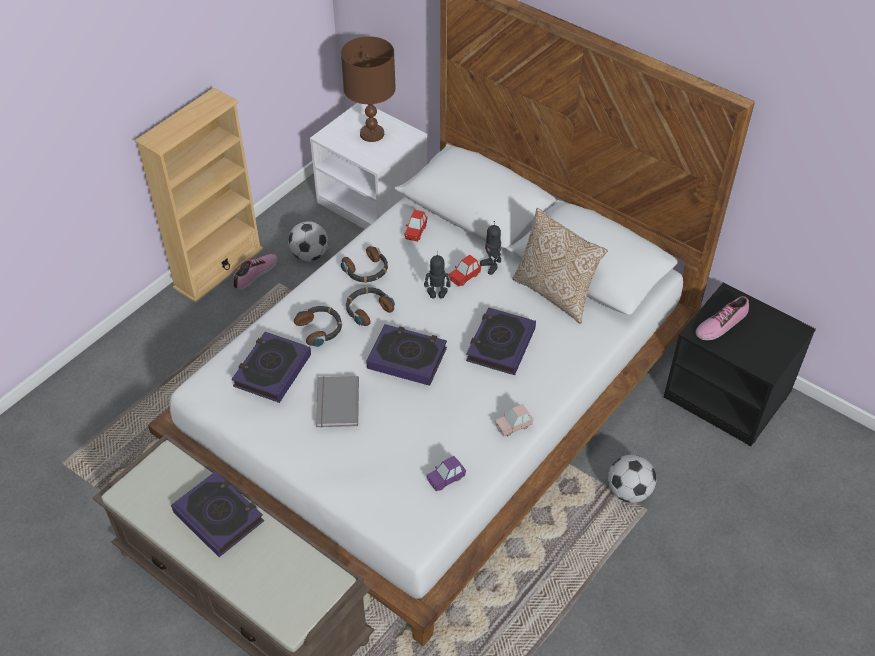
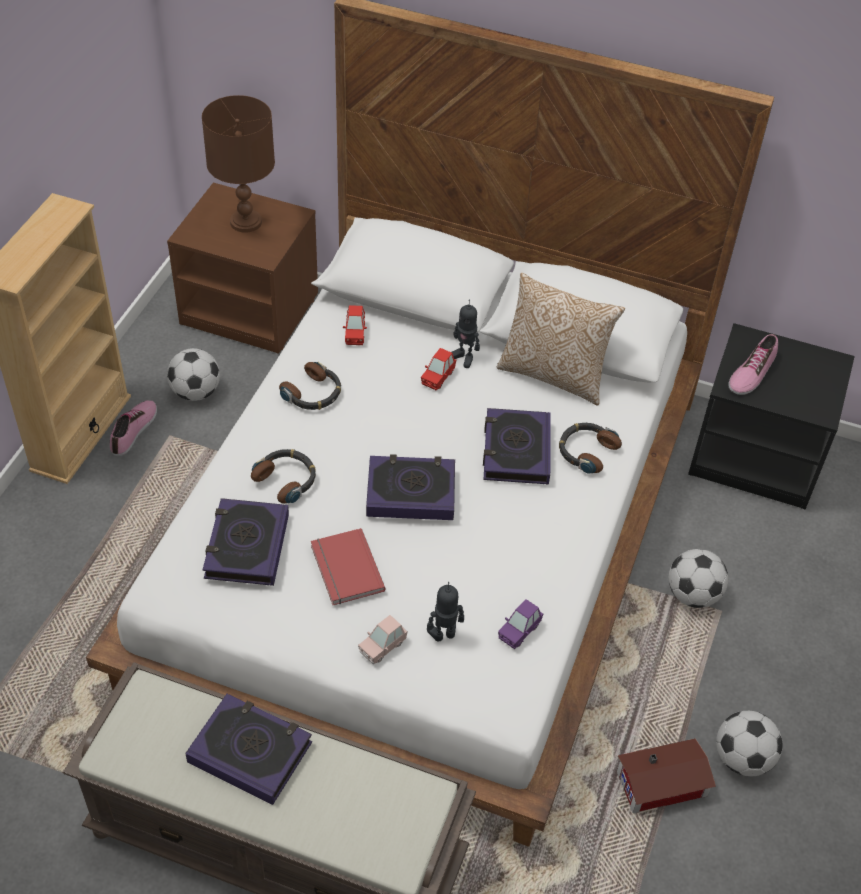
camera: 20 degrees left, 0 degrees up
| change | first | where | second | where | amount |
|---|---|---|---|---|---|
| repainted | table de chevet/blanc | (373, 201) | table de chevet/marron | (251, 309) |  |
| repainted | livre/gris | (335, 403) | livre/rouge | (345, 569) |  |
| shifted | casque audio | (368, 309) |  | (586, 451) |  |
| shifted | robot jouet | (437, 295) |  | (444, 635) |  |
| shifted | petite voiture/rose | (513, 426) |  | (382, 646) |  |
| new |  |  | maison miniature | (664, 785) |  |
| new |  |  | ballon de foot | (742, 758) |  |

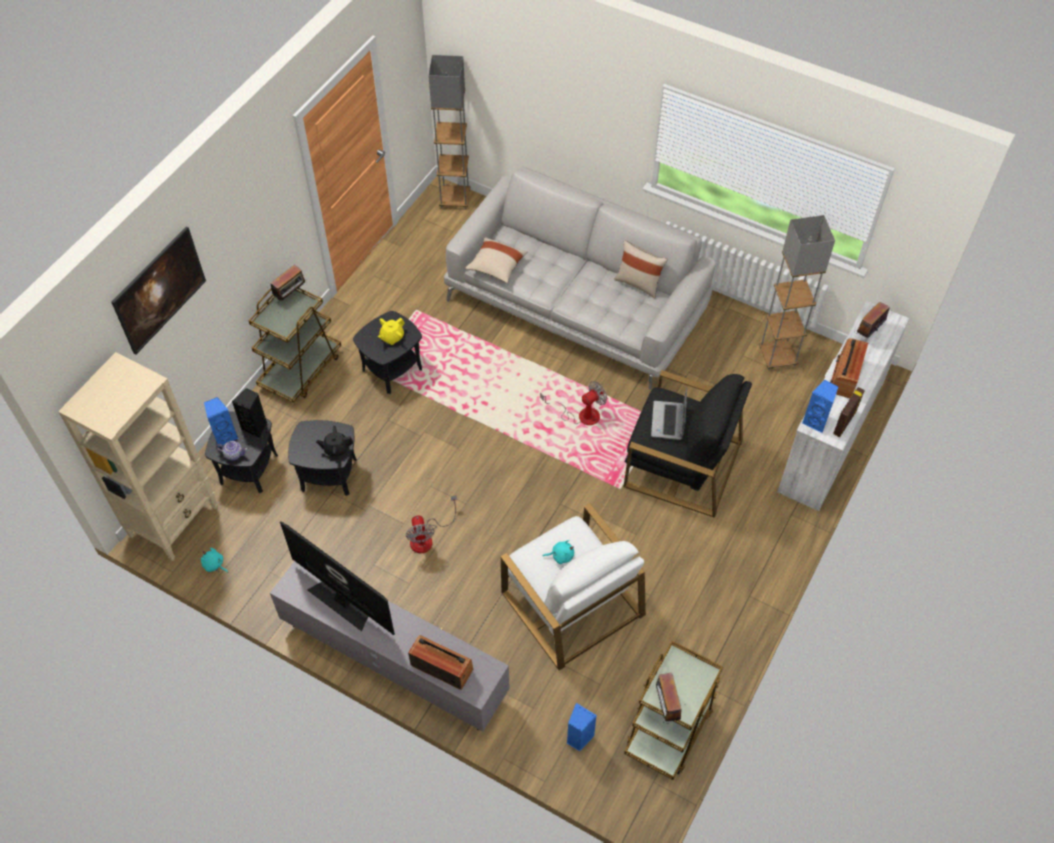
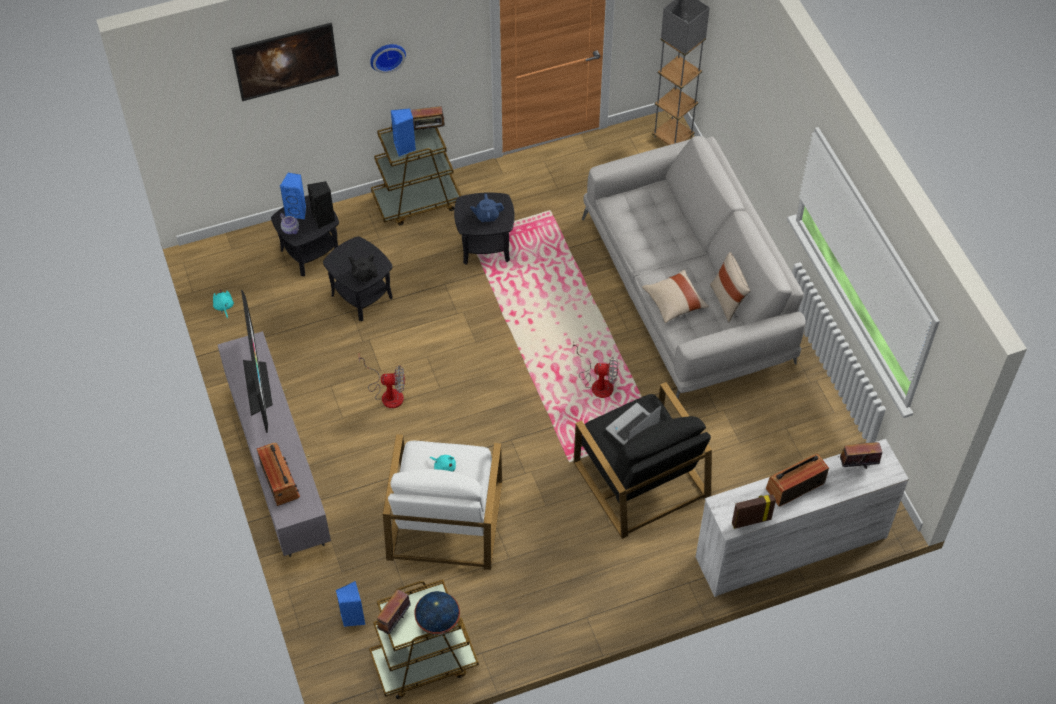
camera: 40 degrees right, 0 degrees up
| change | first | where | second | where | amount |
|---|---|---|---|---|---|
| gone | bibliothèque/beige | (174, 521) |  |  |  |
| repainted | théière/jaune | (392, 337) | théière/bleu | (487, 216) |  |
| rotated | ventilateur | (427, 537) |  | (387, 393) | 120 degrees counterclockwise |
| shifted | coussin/beige | (496, 266) |  | (674, 302) |  |
| gone | lampadaire/gris | (777, 357) |  |  |  |
| shifted | enceinte/bleu | (816, 421) |  | (405, 147) |  |
| new |  |  | horloge murale | (387, 56) |  |
| new |  |  | globe | (438, 623) |  |

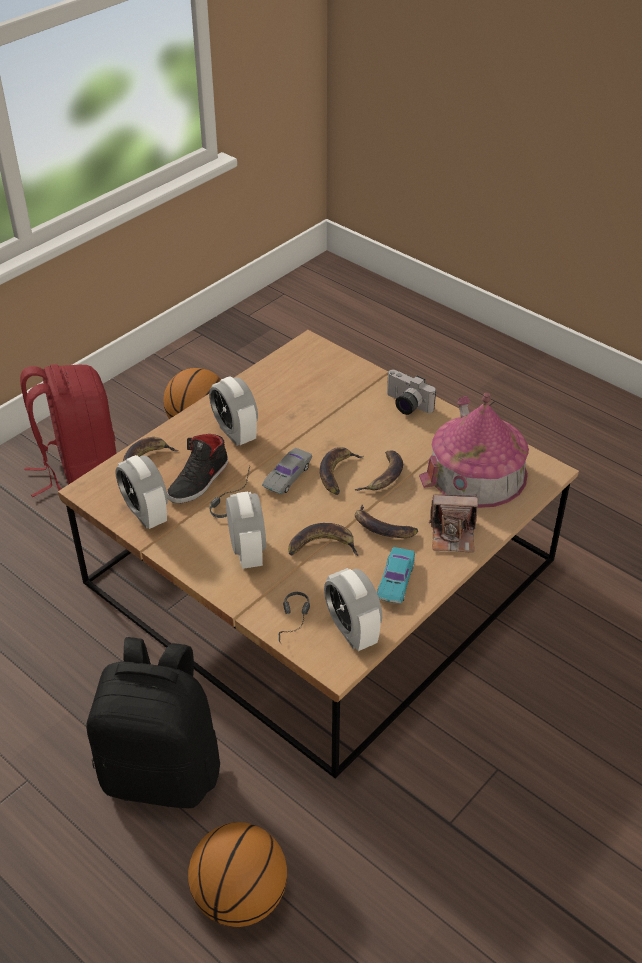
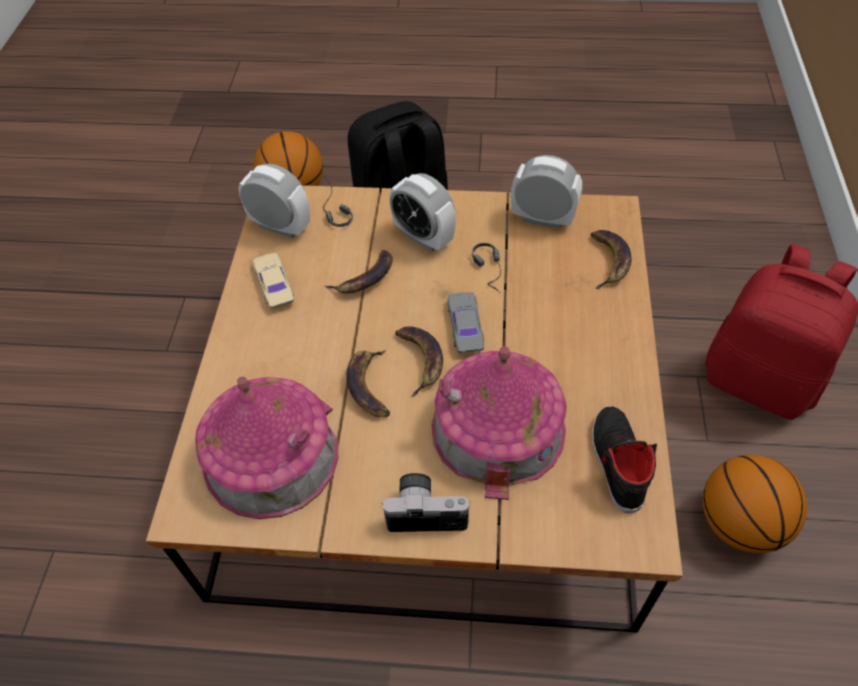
camera: 145 degrees right, 10 degrees up
| change | first | where | second | where | amount |
|---|---|---|---|---|---|
| shifted | chaussure/noir | (199, 481) |  | (616, 461) |  |
| gone | réveil | (235, 433) |  |  |  |
| gone | banane | (382, 528) |  |  |  |
| repainted | petite voiture/turquoise | (396, 580) | petite voiture/beige | (274, 285) |  |
| gone | appareil photo | (453, 535) |  |  |  |
| new |  |  | maison miniature | (498, 428) |  |

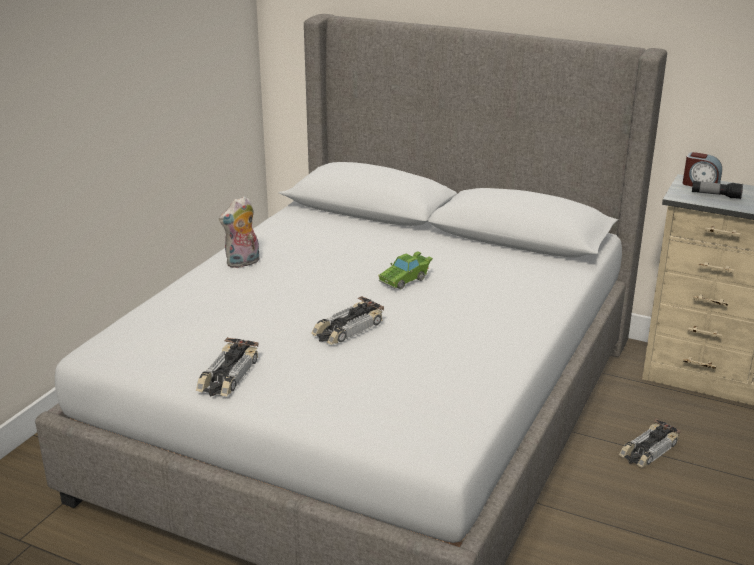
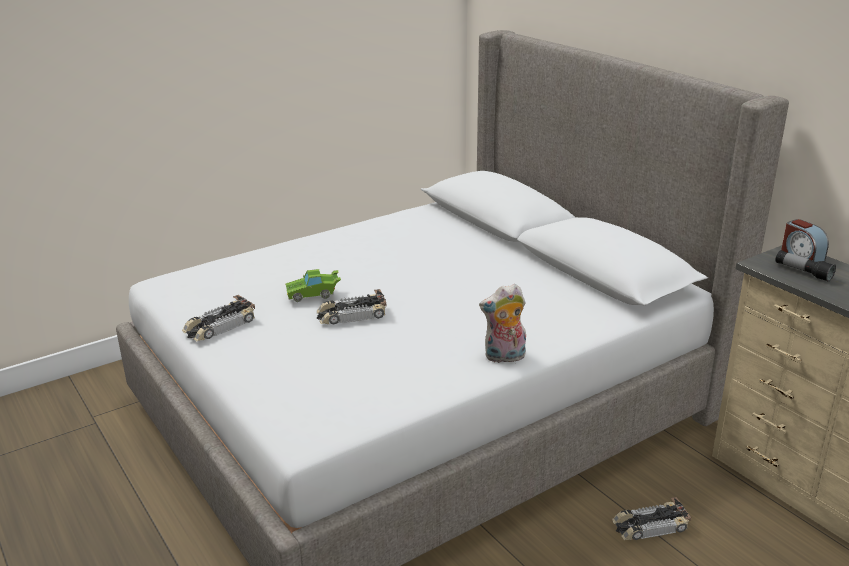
camera: 30 degrees right, 0 degrees up
| change | first | where | second | where | amount |
|---|---|---|---|---|---|
| shifted | peluche | (243, 263) |  | (504, 357) |  |
| shifted | petite voiture/vert | (405, 279) |  | (313, 294) |  |

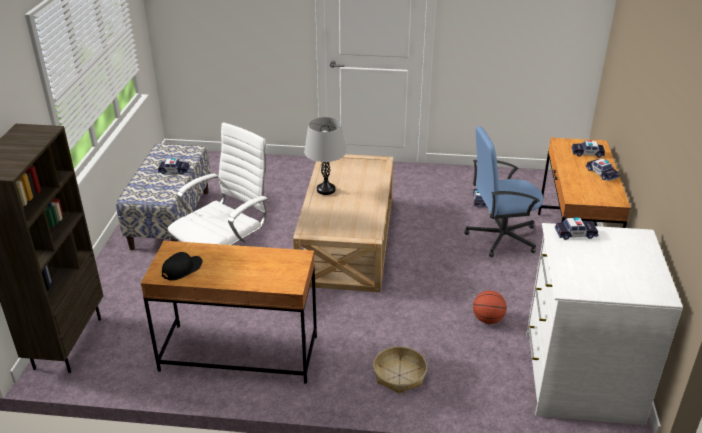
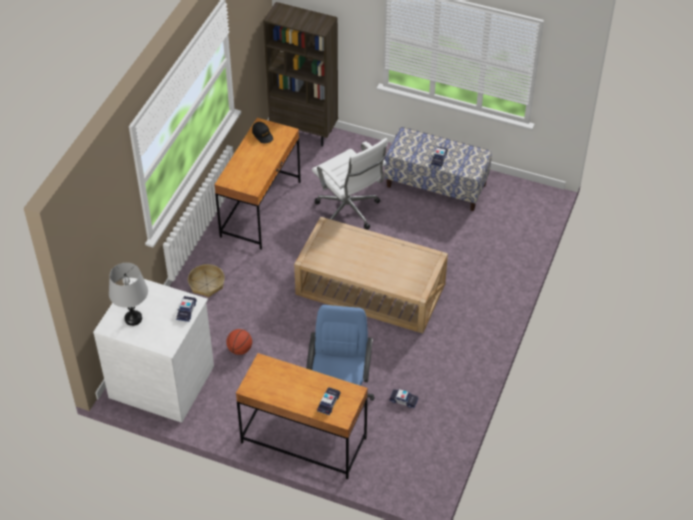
camera: 105 degrees right, 15 degrees up
| change | first | where | second | where | amount |
|---|---|---|---|---|---|
| shifted | lampe de table/gris | (326, 190) |  | (133, 318) |  |
| gone | petite voiture | (601, 173) |  |  |  |

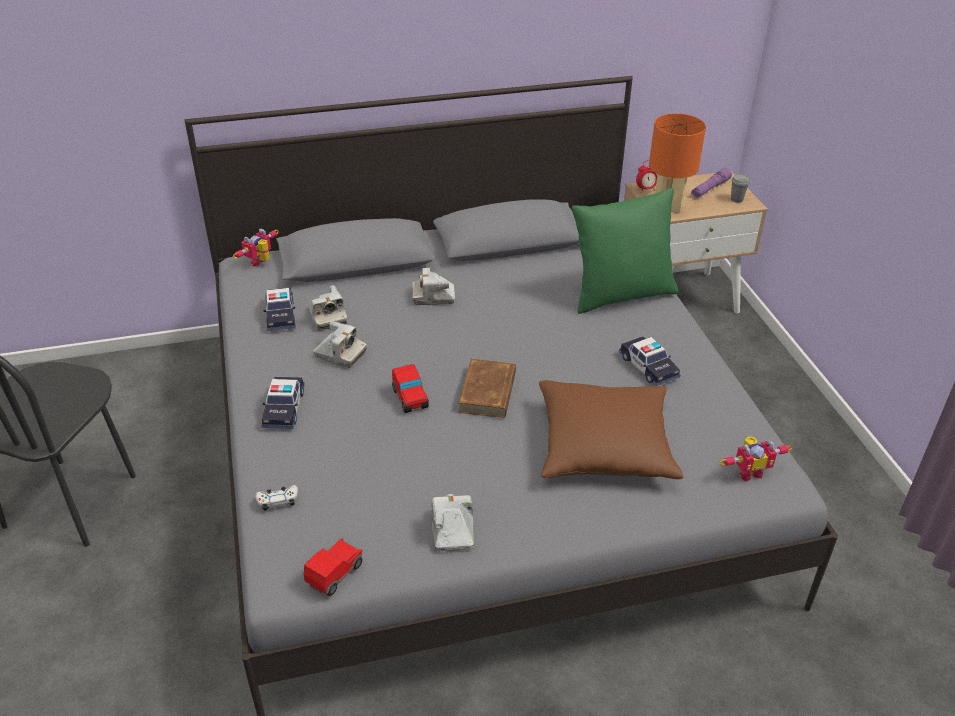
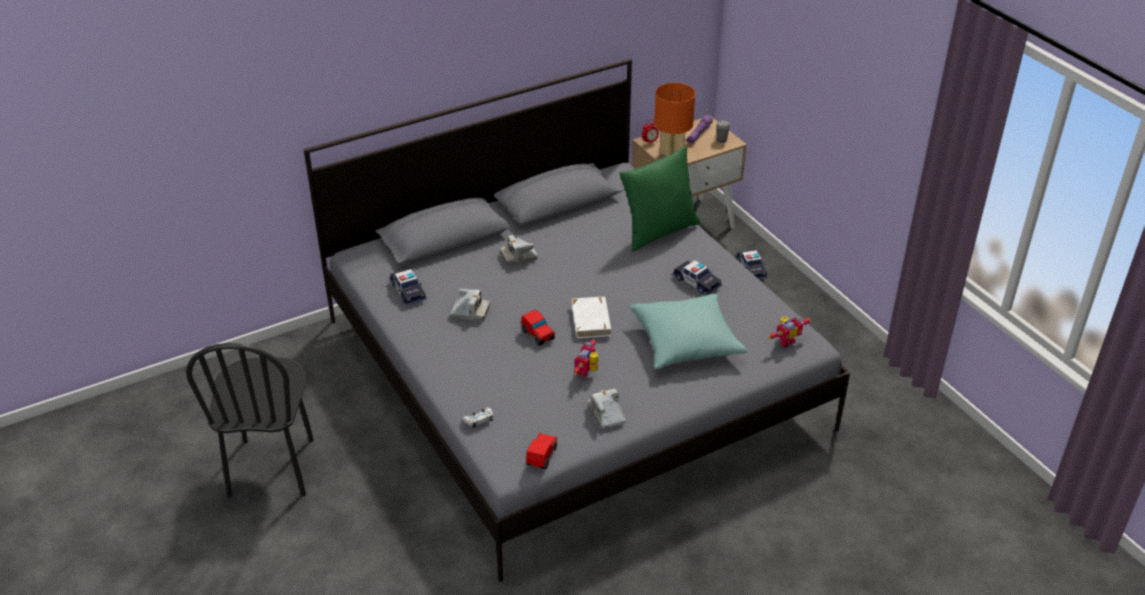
camera: 15 degrees left, 0 degrees up
| change | first | where | second | where | amount |
|---|---|---|---|---|---|
| shifted | robot jouet | (261, 263) |  | (588, 372) |  |
| shifted | petite voiture | (284, 408) |  | (751, 269) |  |
| gone | appareil photo | (327, 317) |  |  |  |
| repainted | livre/marron | (488, 392) | livre/blanc | (591, 320) |  |
| repainted | coussin/marron | (604, 446) | coussin/turquoise | (686, 342) |  |

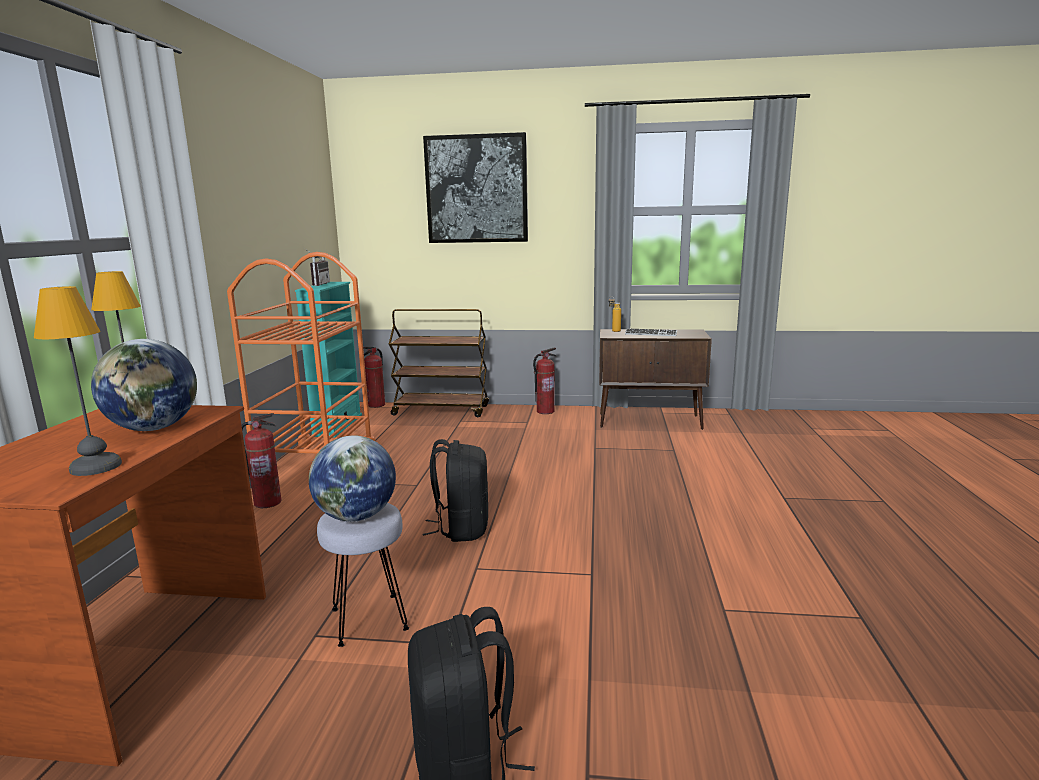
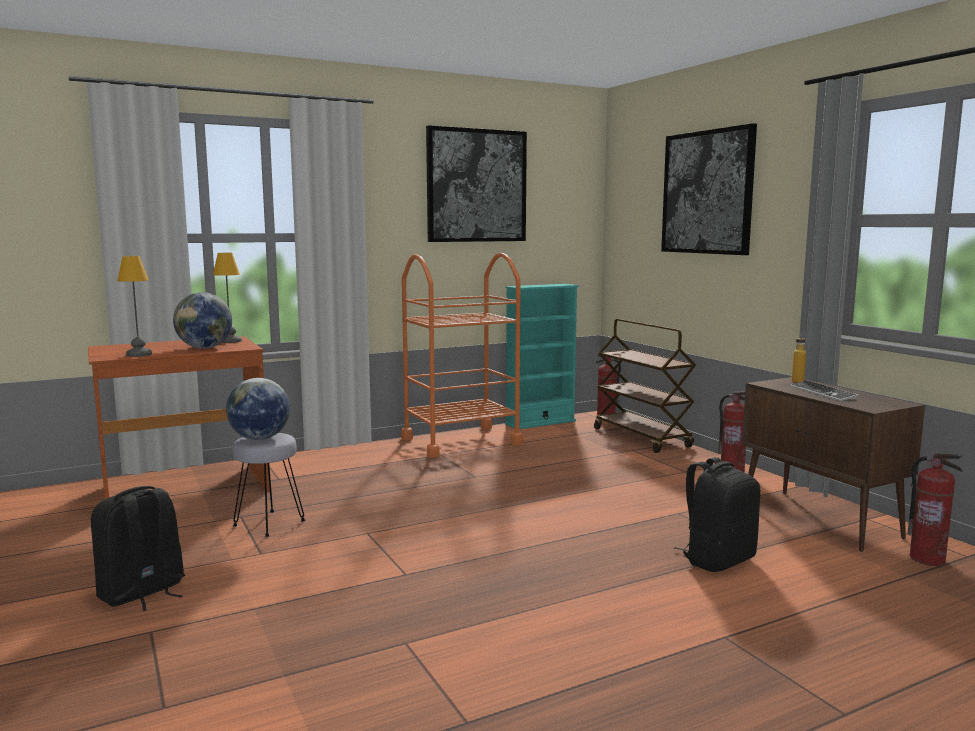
camera: 55 degrees right, 5 degrees down
| change | first | where | second | where | amount |
|---|---|---|---|---|---|
| shifted | extincteur | (268, 502) |  | (927, 559) |  |
| gone | radio | (317, 284) |  |  |  |
| shifted | sac à dos/noir | (461, 528) |  | (717, 560) |  |
| new |  |  | tableau | (476, 186) |  |

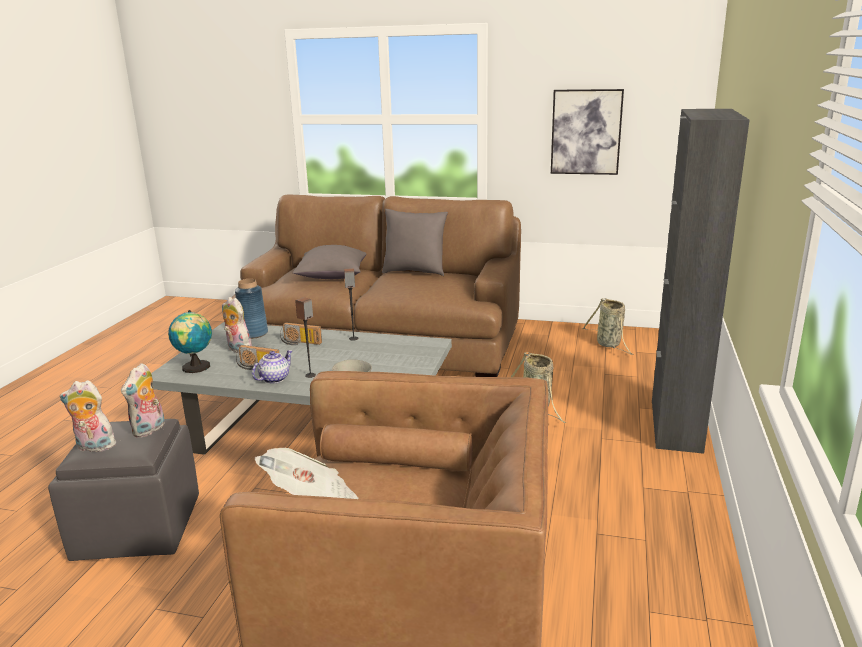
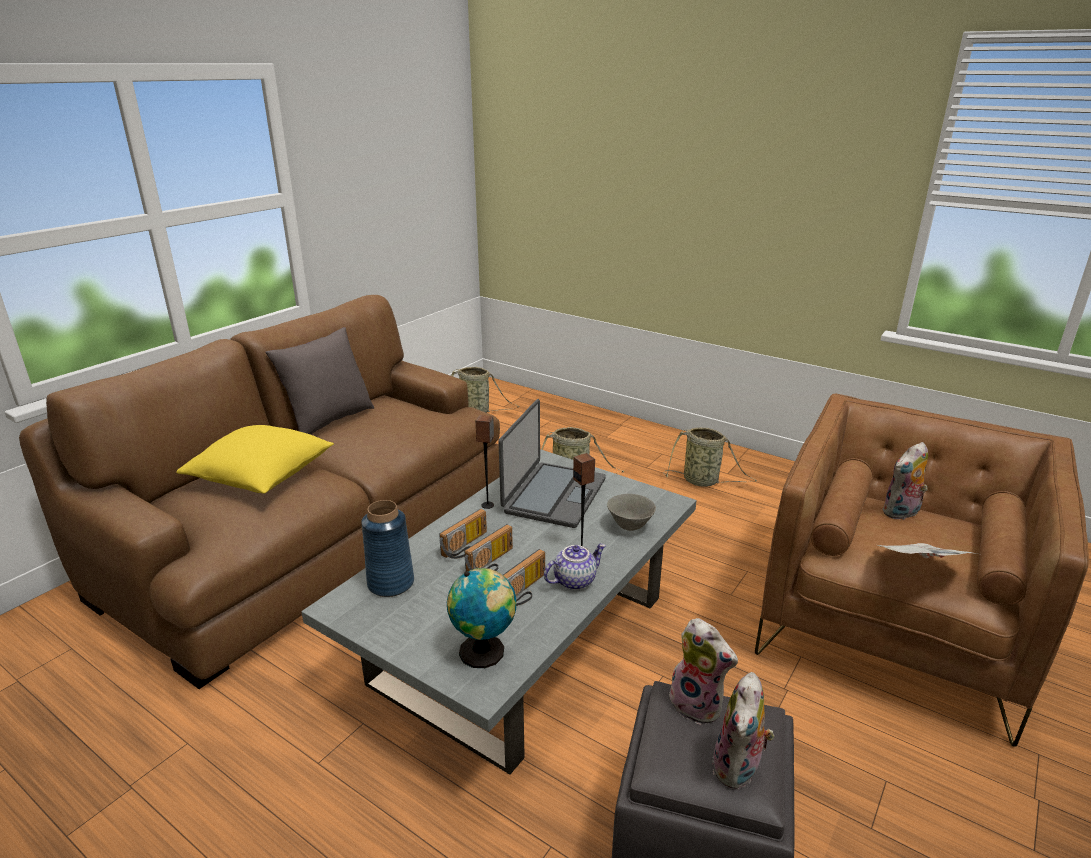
camera: 70 degrees left, 5 degrees up
| change | first | where | second | where | amount |
|---|---|---|---|---|---|
| shifted | peluche | (237, 349) |  | (901, 513) |  |
| rotated | théière | (274, 378) |  | (574, 580) | 90 degrees clockwise |
| repainted | coussin/gris | (332, 276) | coussin/jaune | (262, 477) |  |
| gone | tableau | (586, 132) |  |  |  |
| gone | meuble de rangement/noir | (676, 426) |  |  |  |
| new |  |  | radio | (492, 563) |  |
| new |  |  | ordinateur portable | (553, 495) |  |
| new |  |  | panier | (703, 481) |  |

